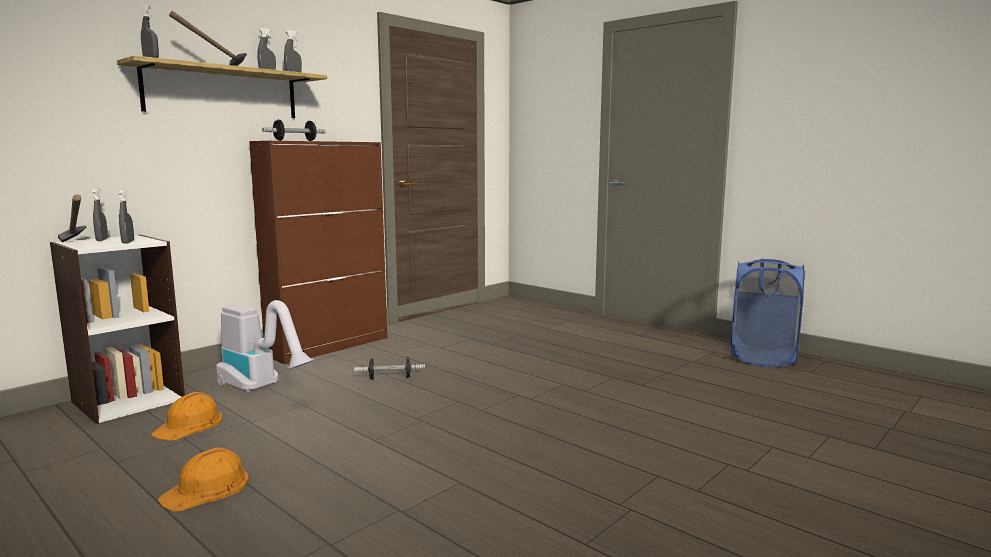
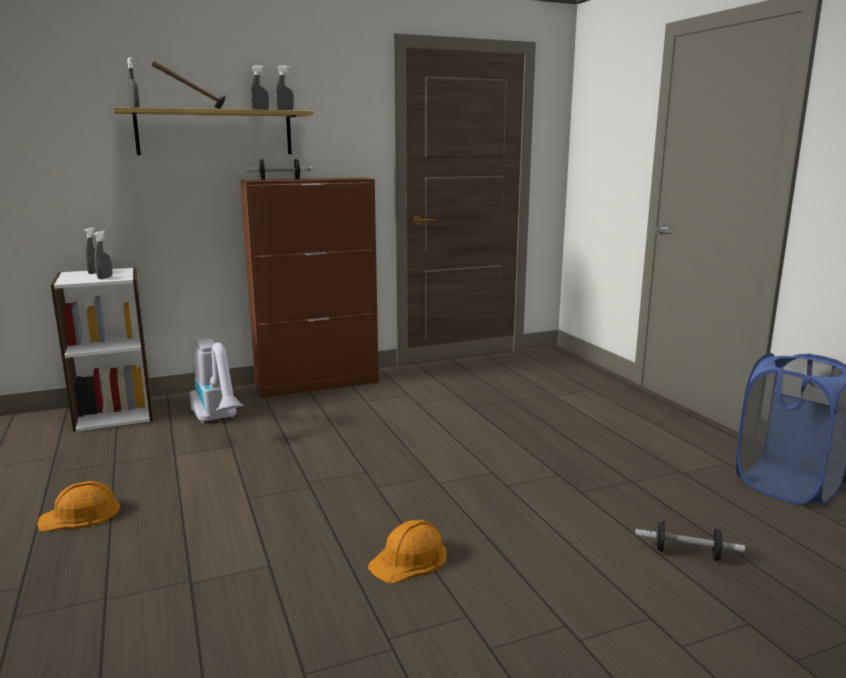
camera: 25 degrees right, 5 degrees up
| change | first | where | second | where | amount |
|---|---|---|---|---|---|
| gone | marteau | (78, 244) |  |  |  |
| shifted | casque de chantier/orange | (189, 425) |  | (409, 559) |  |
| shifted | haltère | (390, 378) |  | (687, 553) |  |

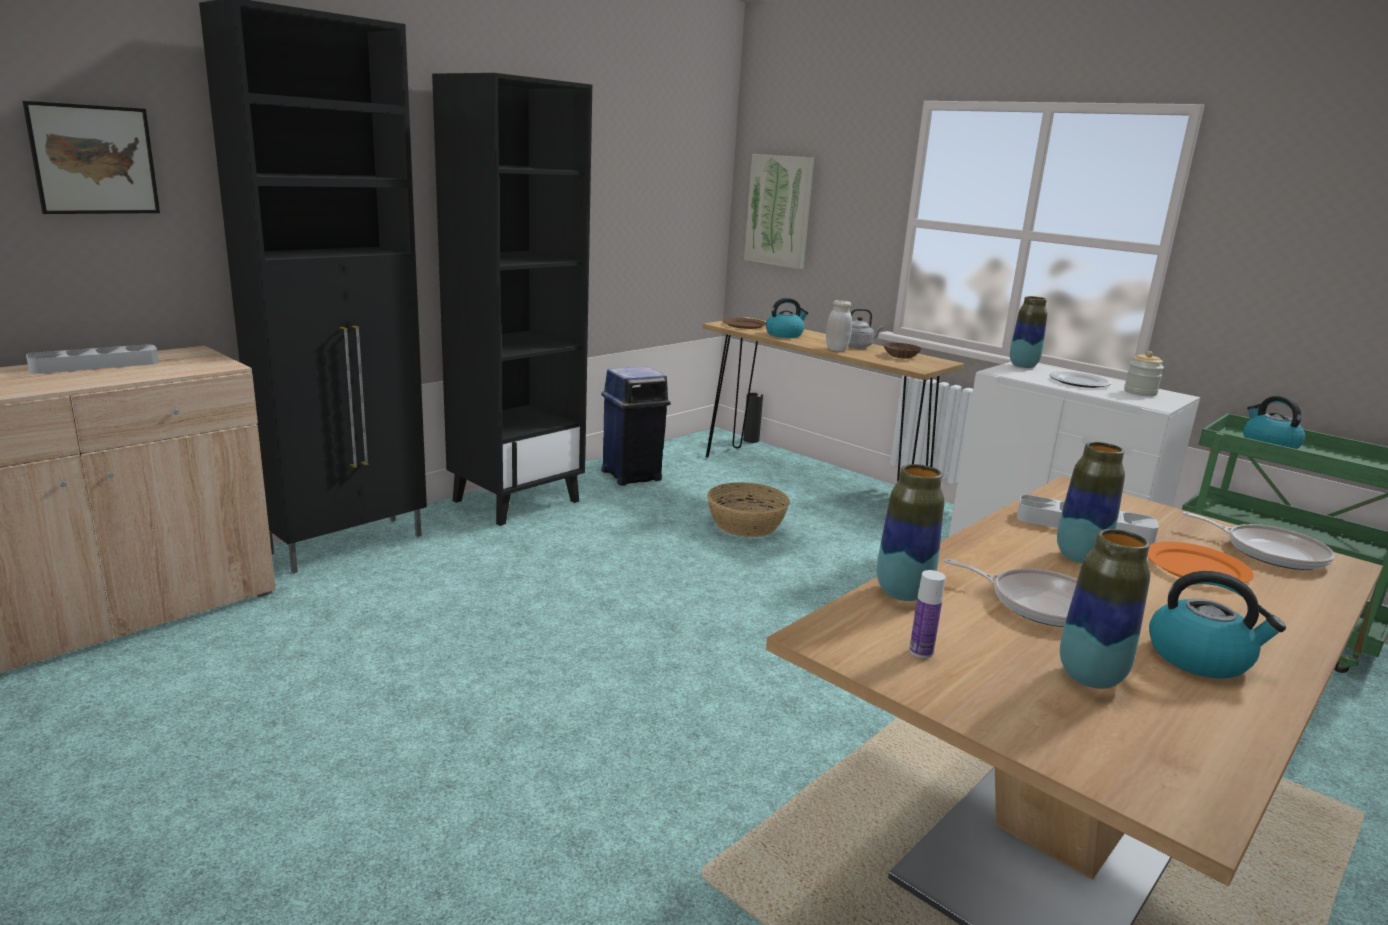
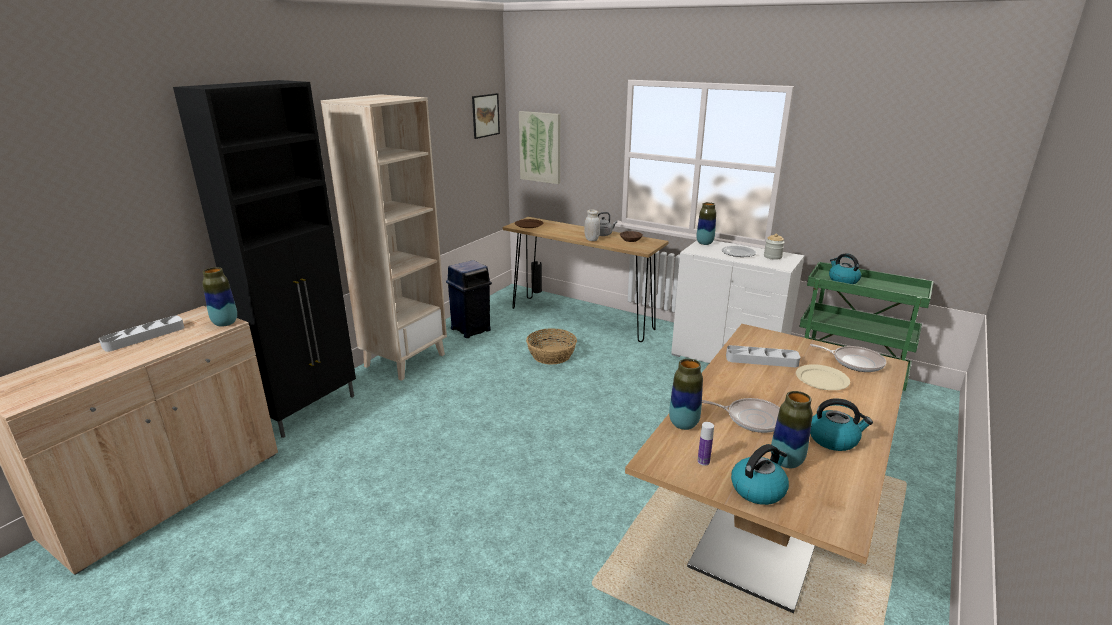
camera: 10 degrees left, 5 degrees up
| change | first | where | second | where | amount |
|---|---|---|---|---|---|
| shifted | tableau | (94, 160) |  | (485, 115) |  |
| repainted | bibliothèque/noir | (516, 500) | bibliothèque/beige | (405, 360) |  |
| shifted | bouilloire | (784, 334) |  | (758, 489) |  |
| shifted | vase | (1080, 557) |  | (225, 323) |  |
| repainted | assiette/orange | (1196, 568) | assiette/beige | (822, 379) |  |

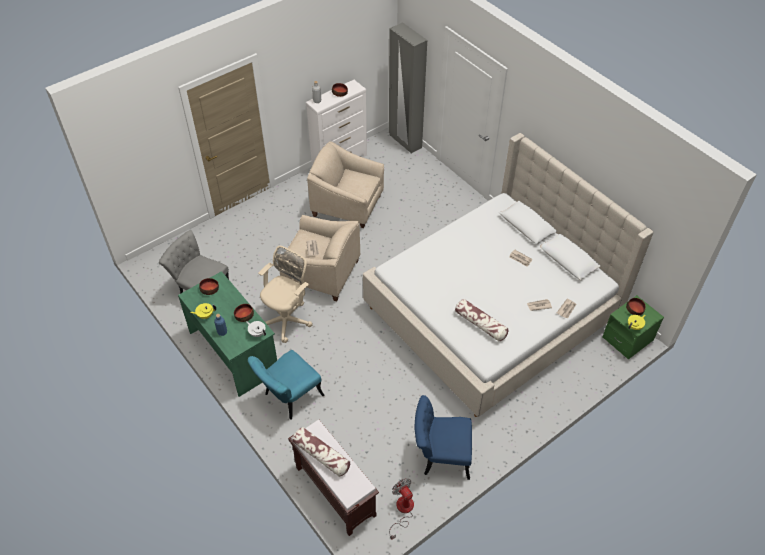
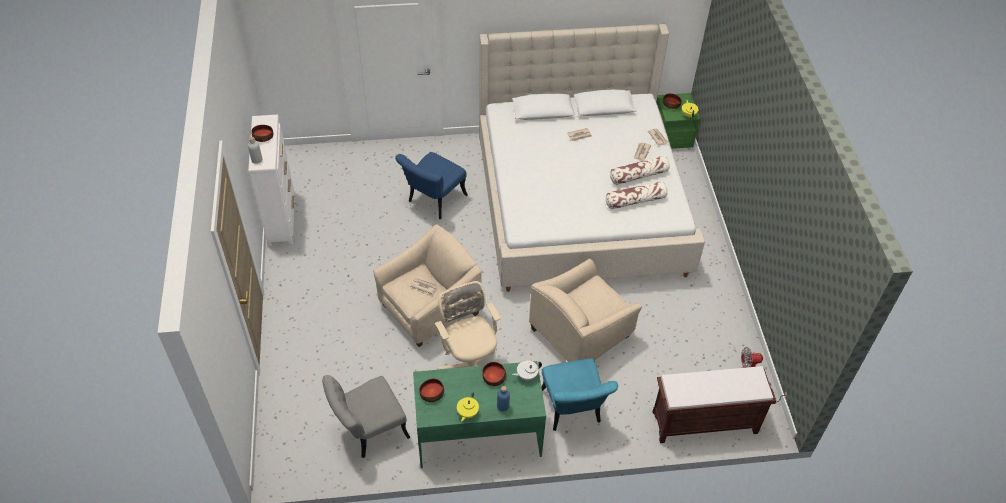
camera: 60 degrees left, 0 degrees up
| change | first | where | second | where | amount |
|---|---|---|---|---|---|
| shifted | coussin | (321, 455) |  | (638, 175) |  |
| shifted | fauteuil/beige | (347, 205) |  | (580, 333) |  |
| gone | armoire/gris | (405, 141) |  |  |  |
| shifted | chaise/bleu | (440, 456) |  | (433, 201) |  |

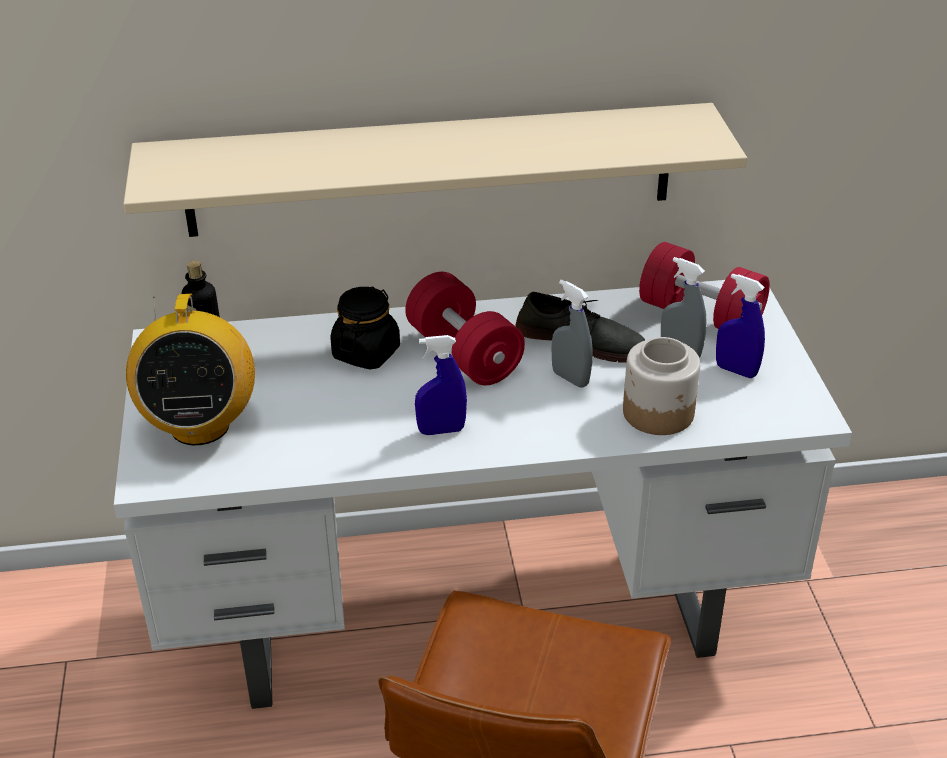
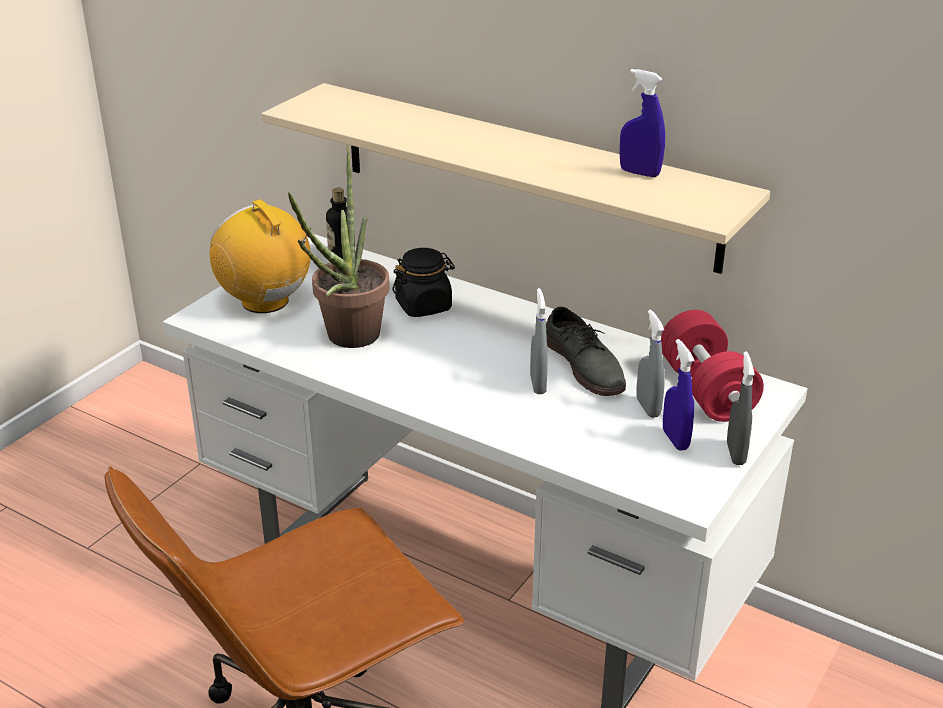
camera: 40 degrees right, 5 degrees down
| change | first | where | second | where | amount |
|---|---|---|---|---|---|
| rotated | radio | (199, 425) |  | (266, 301) | 105 degrees clockwise |
| gone | haltère/rouge | (464, 354) |  |  |  |
| shifted | vaporisateur/bleu | (441, 430) |  | (639, 173) |  |
| gone | bocal | (659, 413) |  |  |  |
| new |  |  | plante en pot | (347, 340) |  |
| new |  |  | vaporisateur/gris | (735, 454) |  |

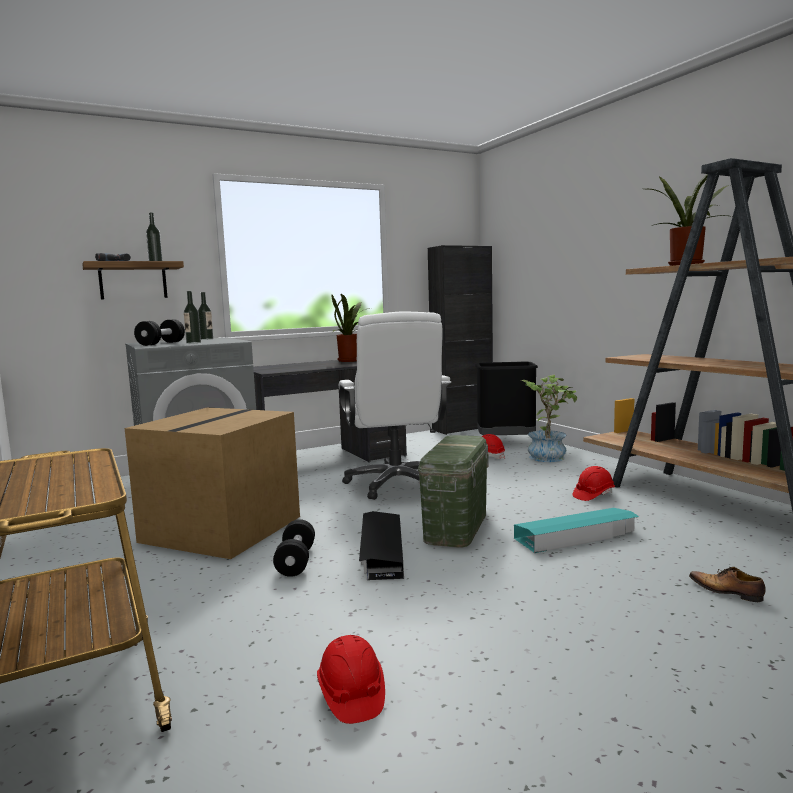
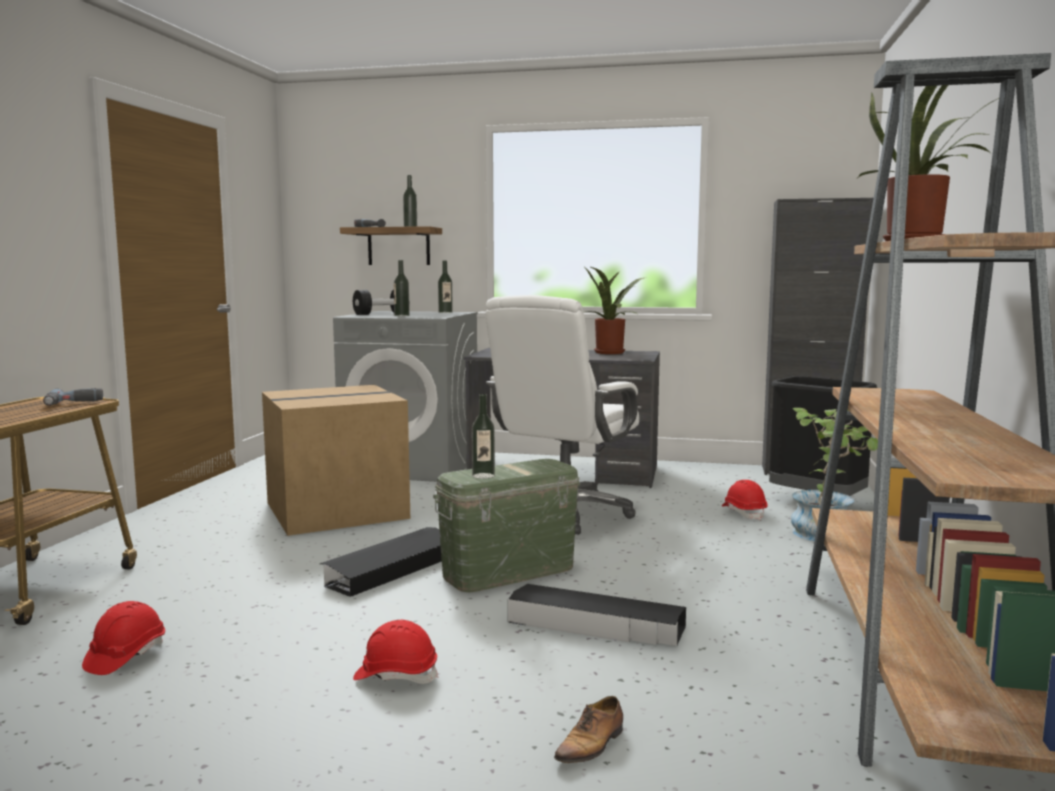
camera: 40 degrees right, 0 degrees up
| change | first | where | second | where | amount |
|---|---|---|---|---|---|
| gone | haltère/noir | (296, 561) |  |  |  |
| repainted | boîte de rangement/turquoise | (576, 536) | boîte de rangement/noir | (596, 625) |  |
| shifted | casque de chantier/rouge | (593, 495) |  | (396, 675) |  |
| rotated | chaussure | (726, 592) |  | (591, 745) | 135 degrees counterclockwise |
| new |  |  | perceuse | (73, 403) |  |
| new |  |  | bouteille | (483, 476) |  |

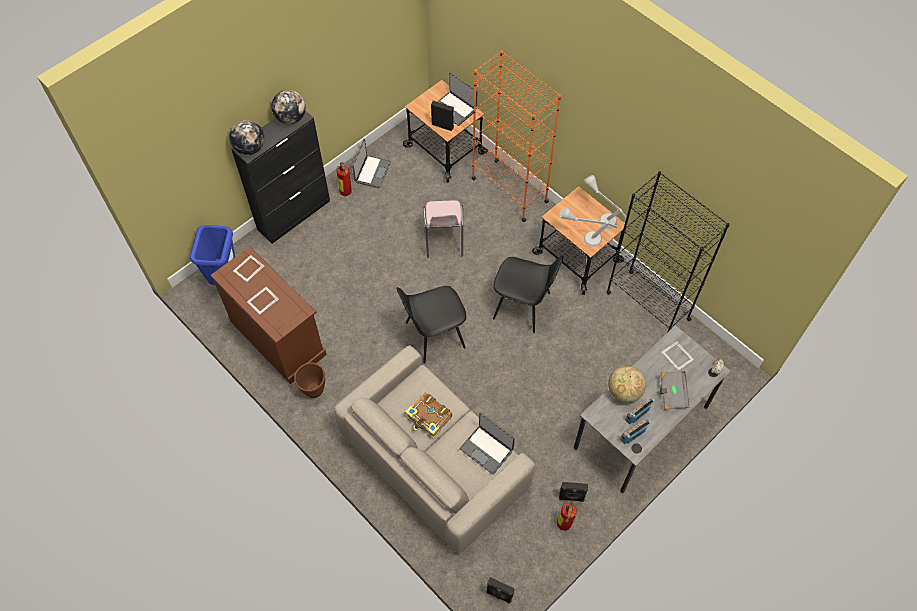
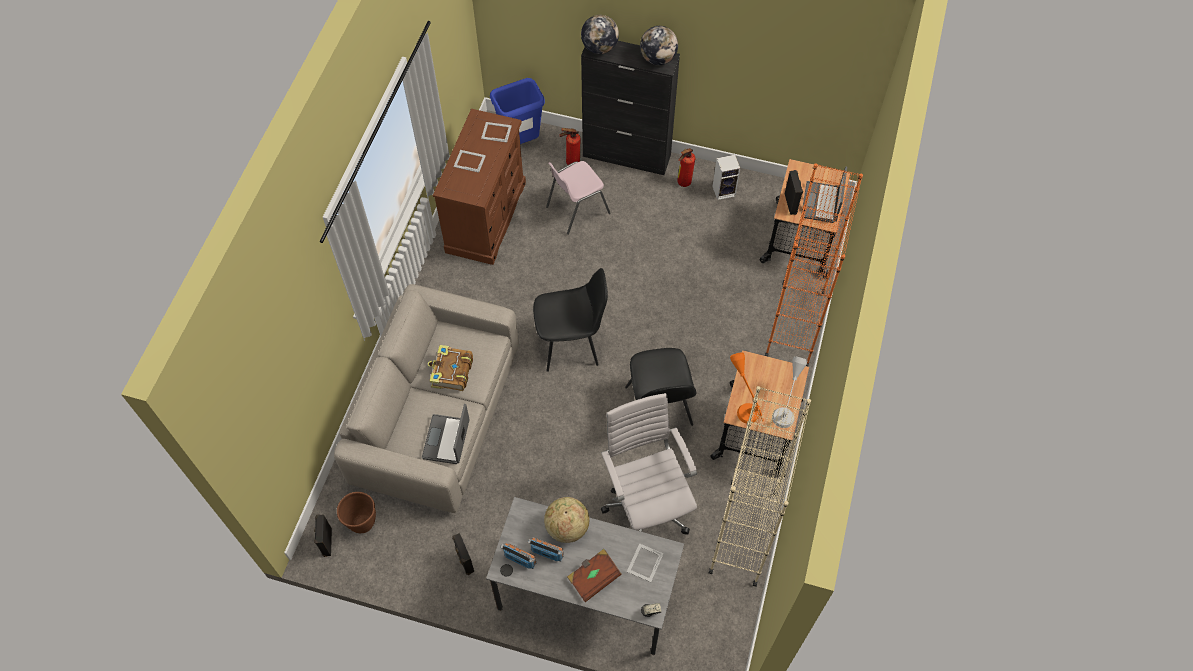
camera: 60 degrees right, 0 degrees up
| change | first | where | second | where | amount |
|---|---|---|---|---|---|
| shifted | cache-pot/marron | (313, 390) |  | (362, 523) |  |
| swapped | ordinateur portable | (372, 172) | enceinte | (724, 191) |  |
| rotated | chaise/noir | (433, 335) |  | (571, 343) | 135 degrees clockwise |
| shifted | chaise/rose | (443, 239) |  | (577, 209) |  |
| shifted | extincteur | (563, 526) |  | (570, 163) |  |
| repainted | lampe de table/gris | (583, 237) | lampe de table/orange | (743, 403) |  |
| repainted | bibliothèque/noir | (647, 305) | bibliothèque/beige | (744, 532) |  |
| repainted | livre/gris | (672, 393) | livre/marron | (593, 577) |  |
| new |  |  | chaise de bureau/blanc | (646, 504) |  |

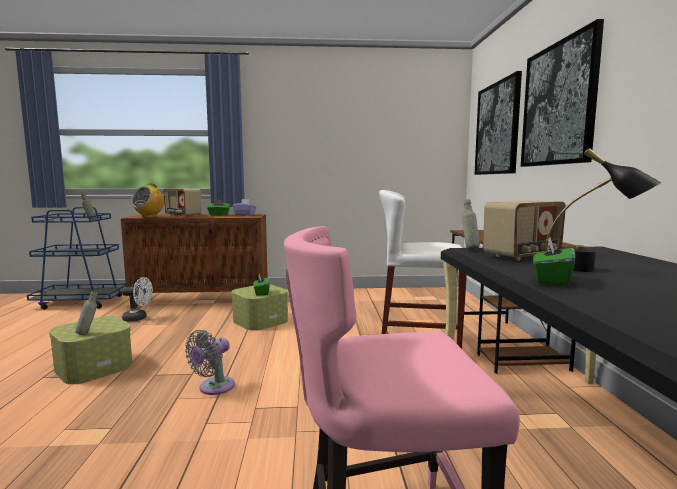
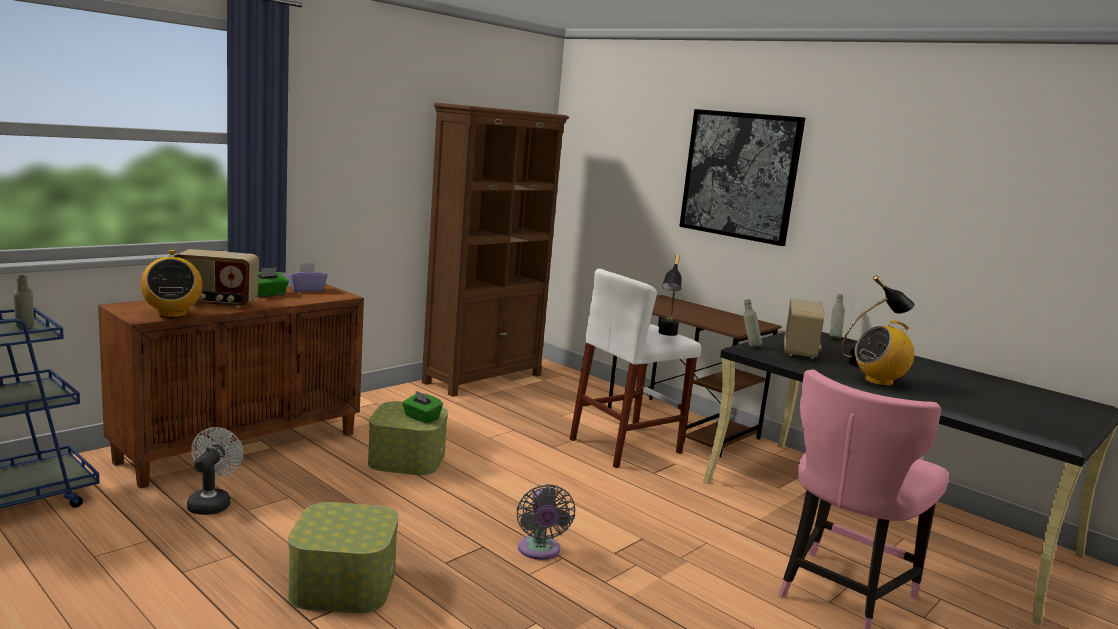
camera: 45 degrees left, 5 degrees up
| change | first | where | second | where | amount |
|---|---|---|---|---|---|
| shifted | bouteille/gris | (88, 333) |  | (834, 338) |  |
| rotated | ventilateur/blanc | (138, 318) |  | (212, 503) | 45 degrees counterclockwise |
| gone | tableau | (497, 129) |  |  |  |
| swapped | boîte à mouchoirs/vert | (551, 280) | radio | (879, 381) |  |
| new |  |  | bibliothèque/marron | (484, 378) |  |
| new |  |  | lampe de table/noir | (666, 335) |  |

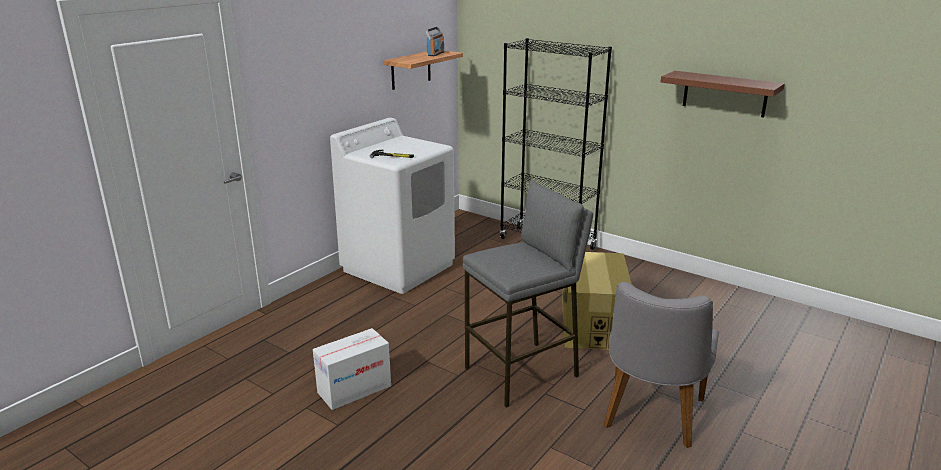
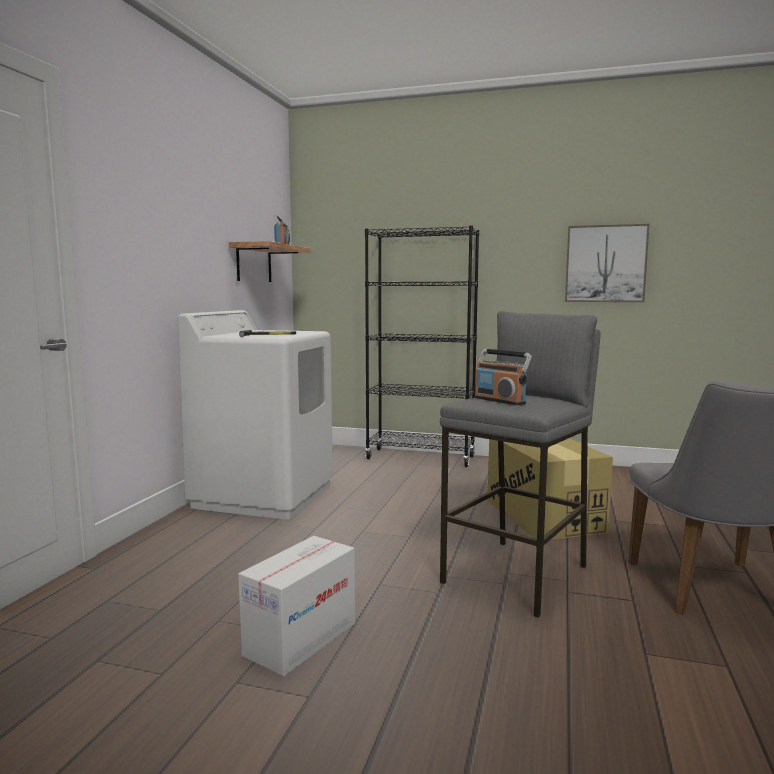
camera: 20 degrees left, 15 degrees down
| change | first | where | second | where | amount |
|---|---|---|---|---|---|
| swapped | étagère/marron | (724, 94) | tableau | (605, 264) |  |
| new |  |  | radio | (500, 400) |  |

